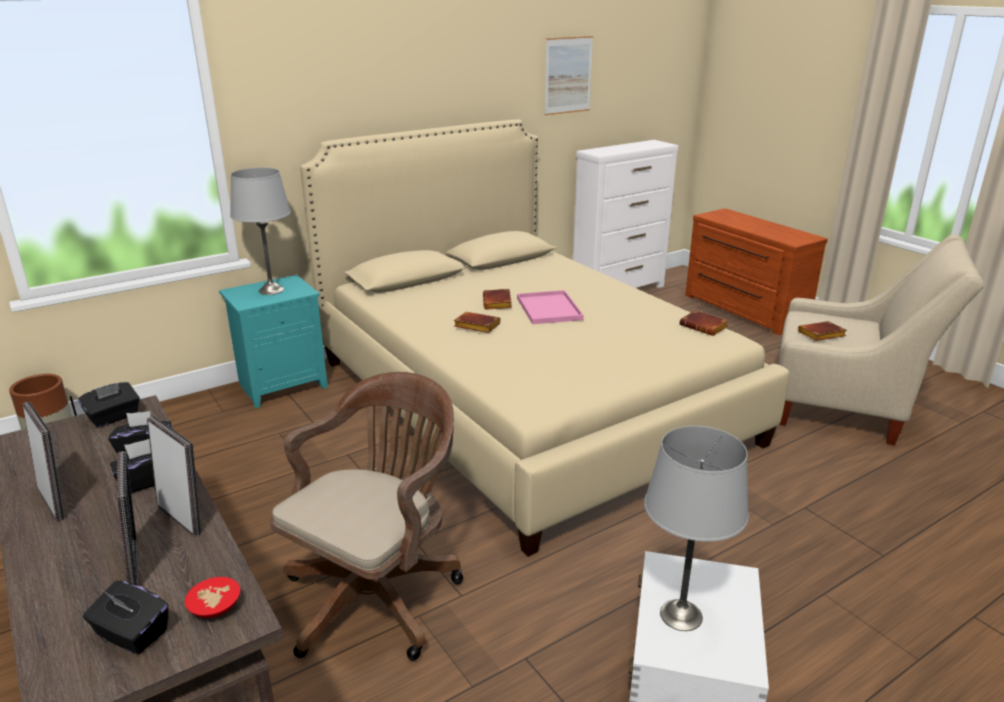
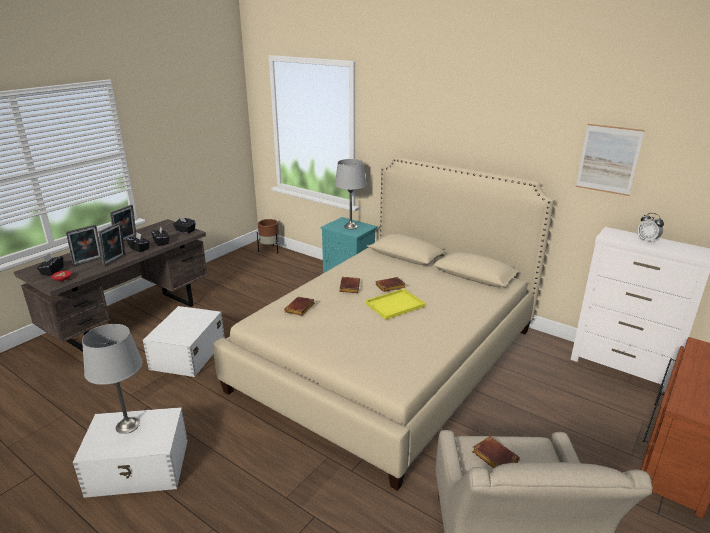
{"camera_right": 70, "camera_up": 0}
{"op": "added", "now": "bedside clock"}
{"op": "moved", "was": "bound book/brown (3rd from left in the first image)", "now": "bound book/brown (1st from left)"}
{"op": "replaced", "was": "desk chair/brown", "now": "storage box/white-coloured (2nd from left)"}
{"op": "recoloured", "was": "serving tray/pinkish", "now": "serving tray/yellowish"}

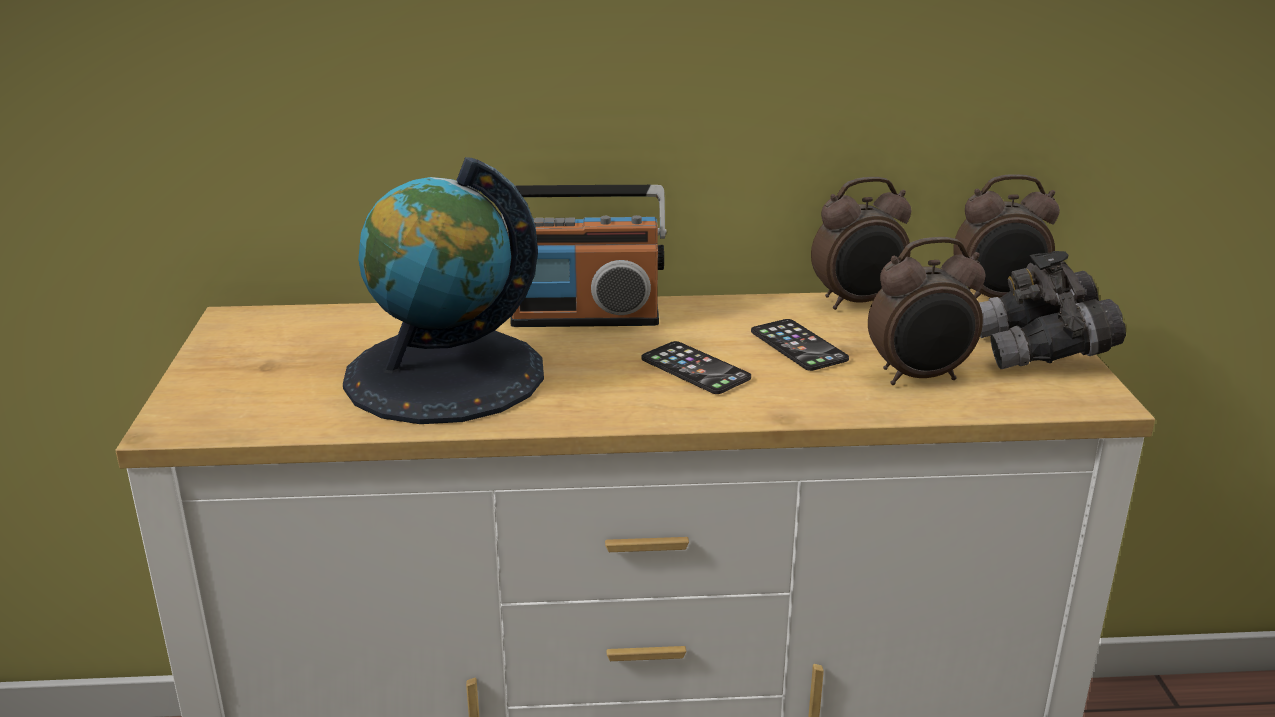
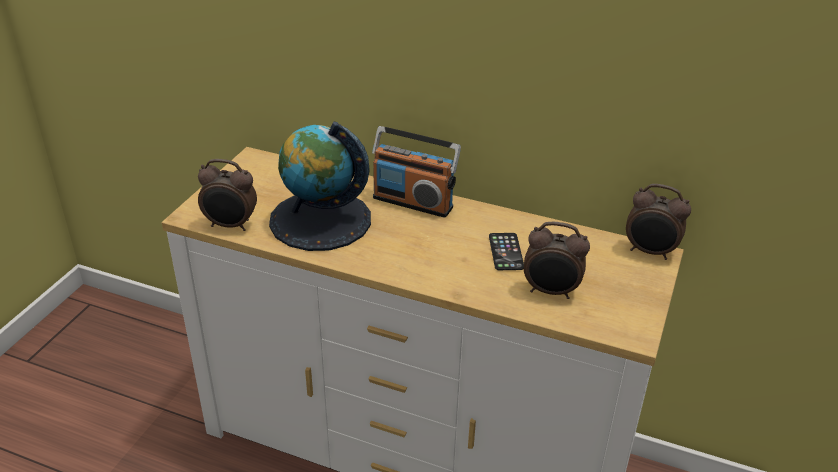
{"camera_right": 25, "camera_up": 10}
{"op": "removed", "was": "telephone (1st from left)"}
{"op": "removed", "was": "field glasses/greyish"}
{"op": "moved", "was": "bedside clock (1st from left)"}

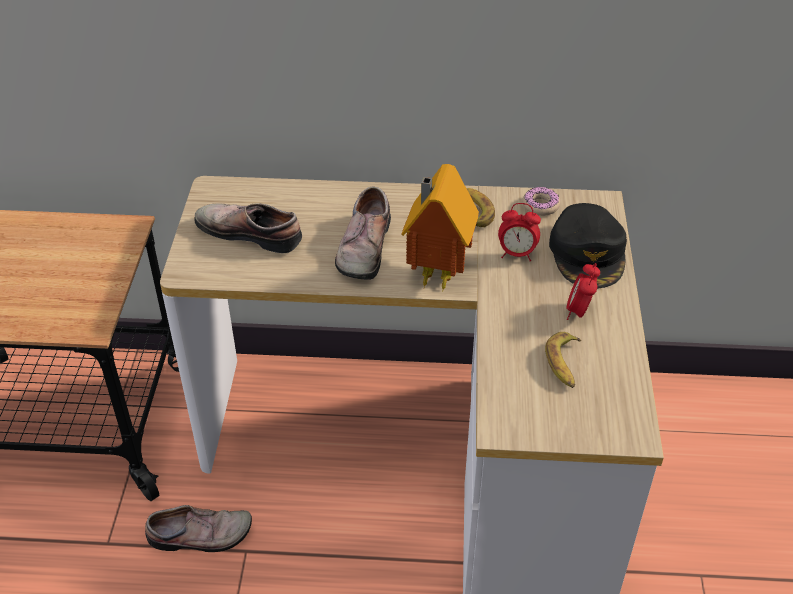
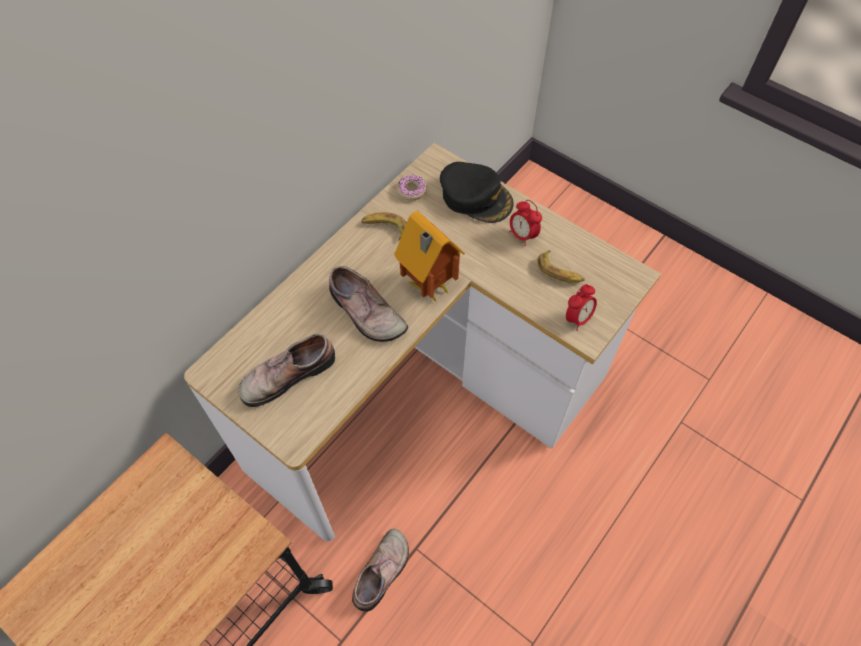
{"camera_right": -55, "camera_up": 15}
{"op": "moved", "was": "bedside clock (1st from left in the first image)", "now": "bedside clock (2nd from left)"}

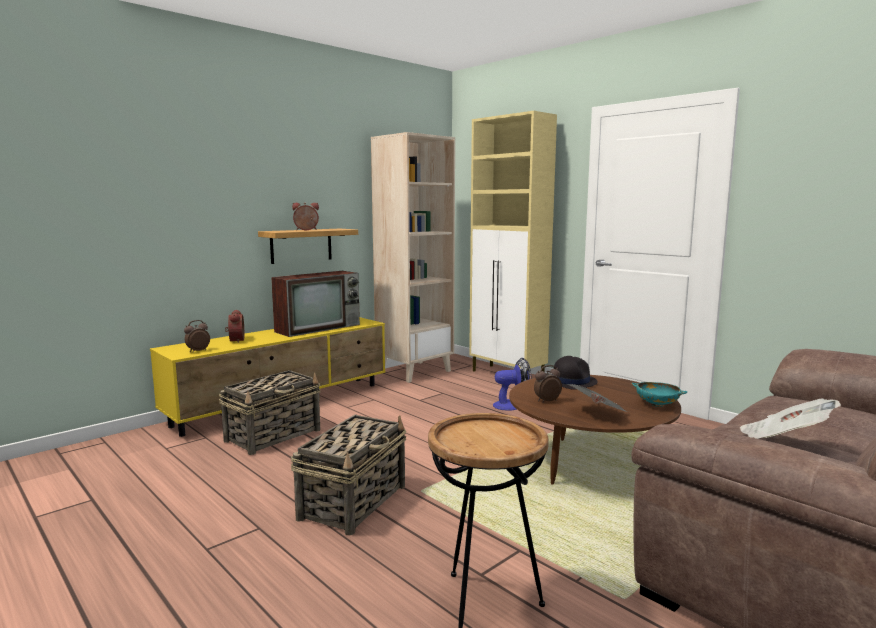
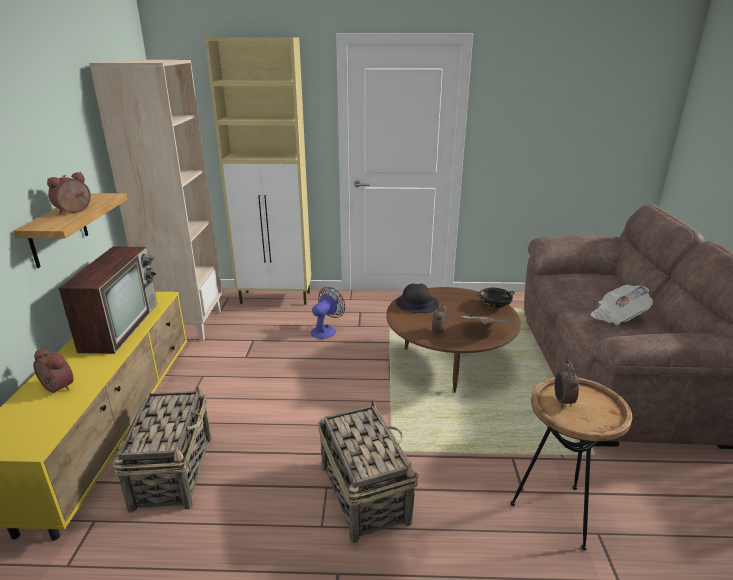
{"camera_right": -45, "camera_up": 15}
{"op": "moved", "was": "bedside clock (1st from left in the first image)", "now": "bedside clock (4th from left)"}
{"op": "recoloured", "was": "serving bowl/blue-green", "now": "serving bowl/blackish"}

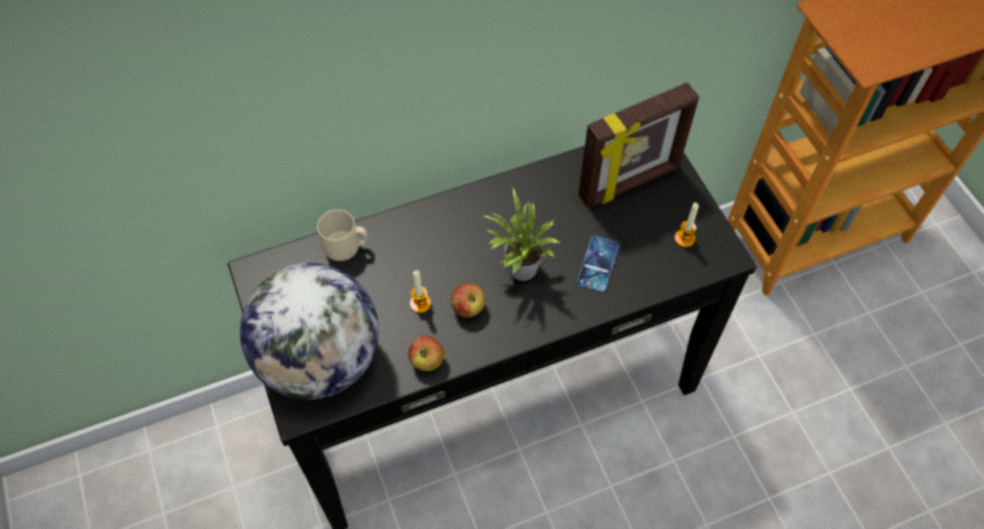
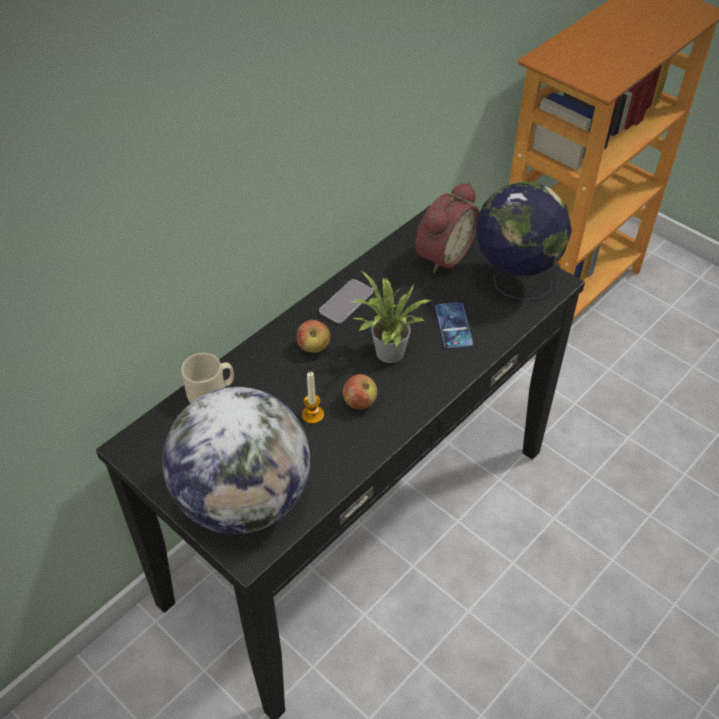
{"camera_right": -25, "camera_up": -10}
{"op": "added", "now": "telephone (1st from left)"}
{"op": "moved", "was": "apple (1st from left)"}
{"op": "replaced", "was": "photo frame", "now": "bedside clock"}
{"op": "replaced", "was": "wax candle (2nd from left)", "now": "world globe (2nd from left)"}

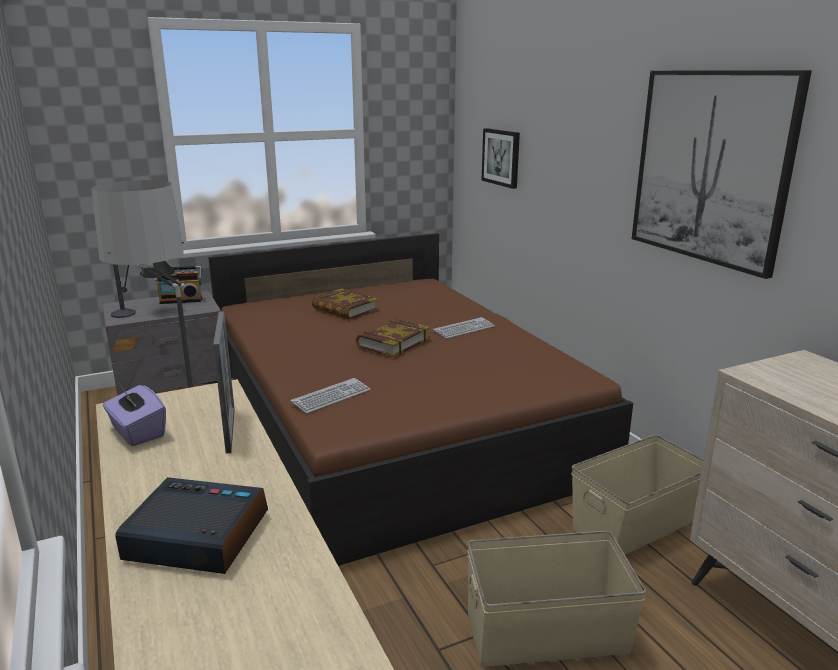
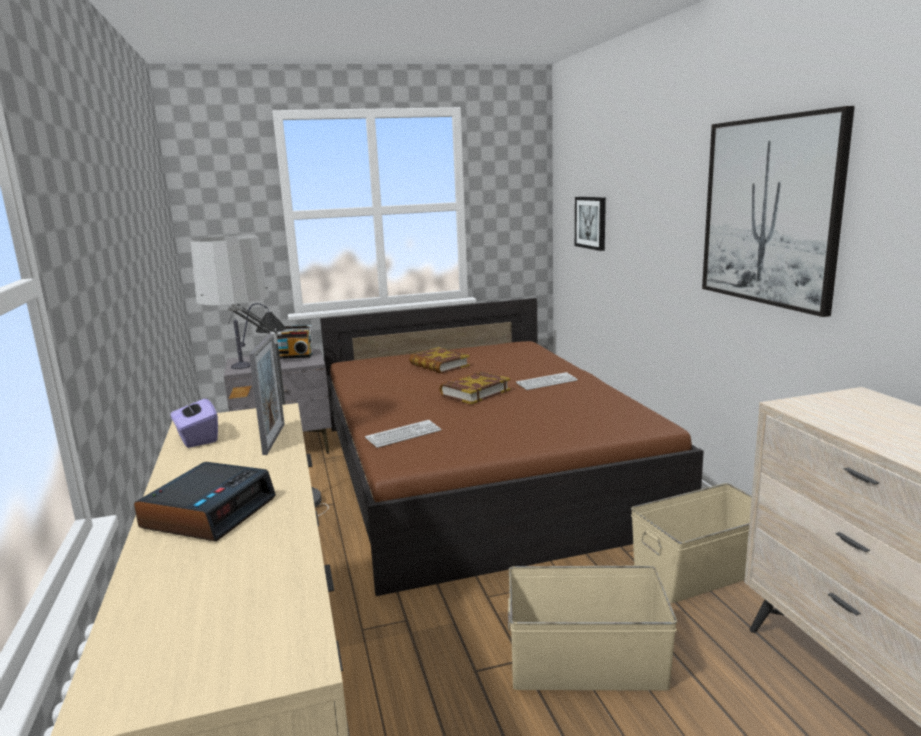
{"camera_right": 10, "camera_up": -5}
{"op": "turned", "was": "bedside clock", "clockwise": 90}

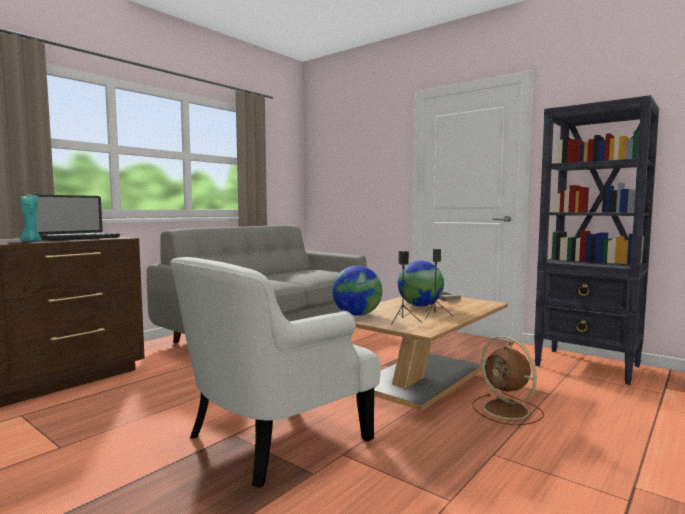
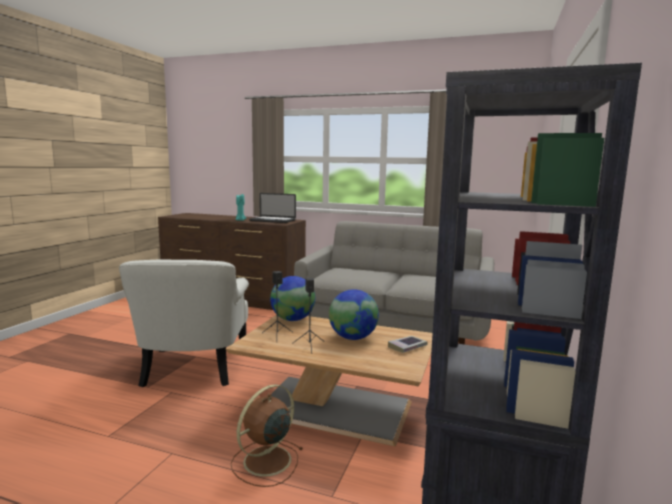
{"camera_right": 70, "camera_up": 5}
{"op": "turned", "was": "easy chair/white-coloured", "clockwise": -120}

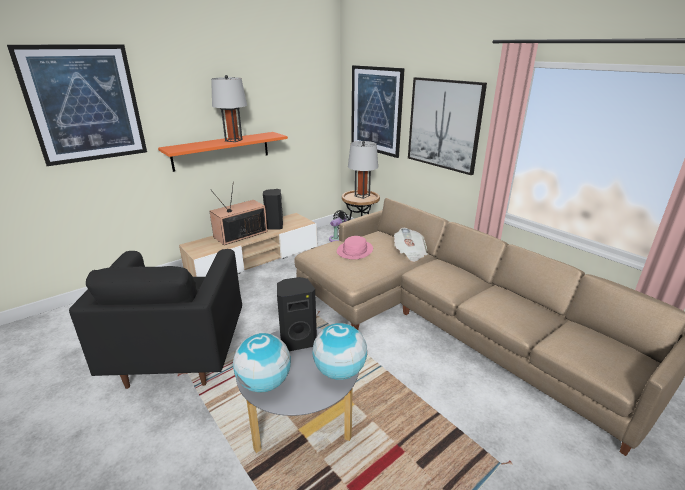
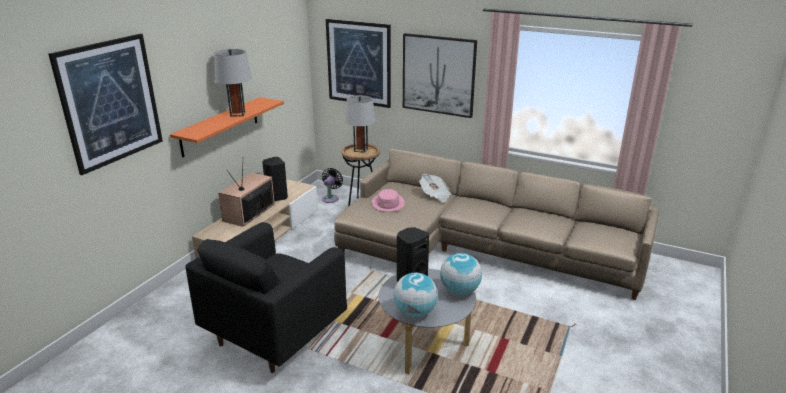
{"camera_right": -25, "camera_up": 0}
{"op": "turned", "was": "easy chair/blackish", "clockwise": 60}

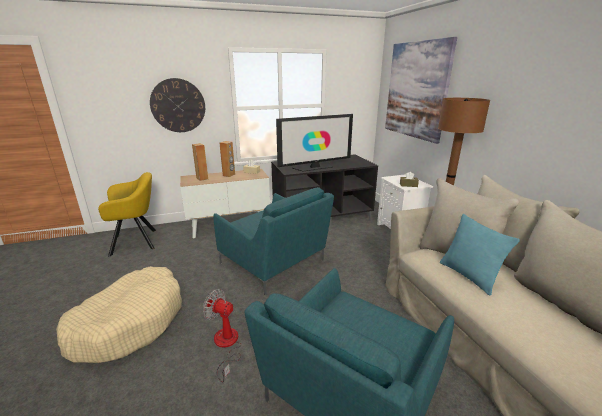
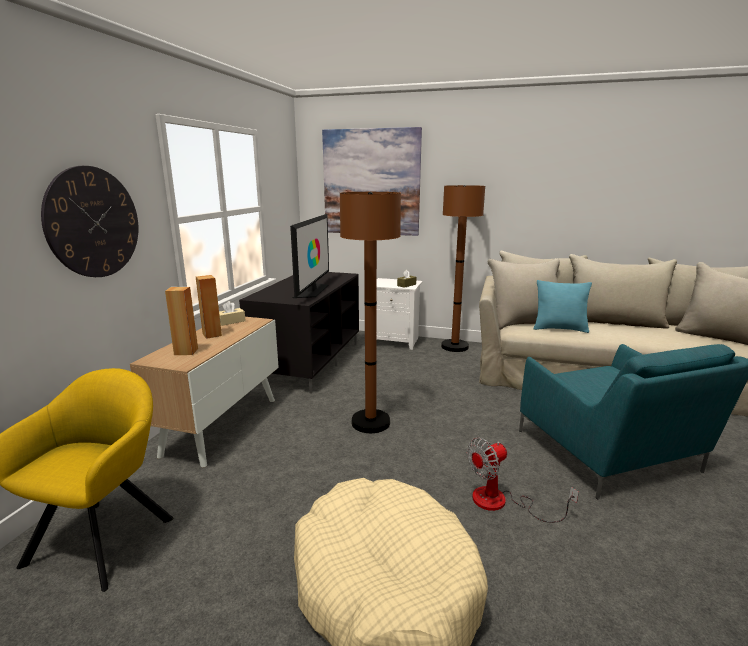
{"camera_right": -55, "camera_up": -5}
{"op": "replaced", "was": "easy chair/blue-green (1st from left)", "now": "floor lamp/brown (1st from left)"}

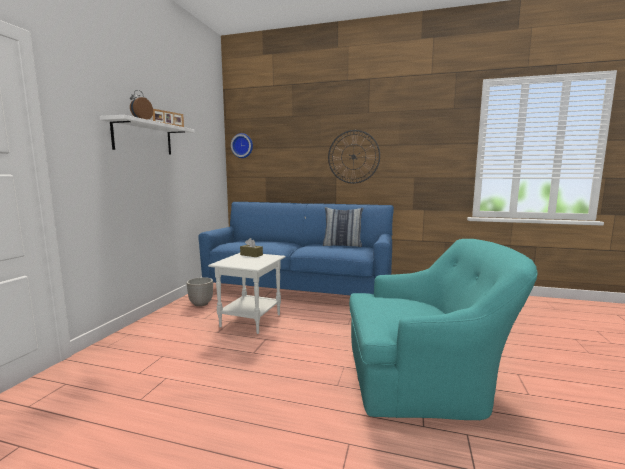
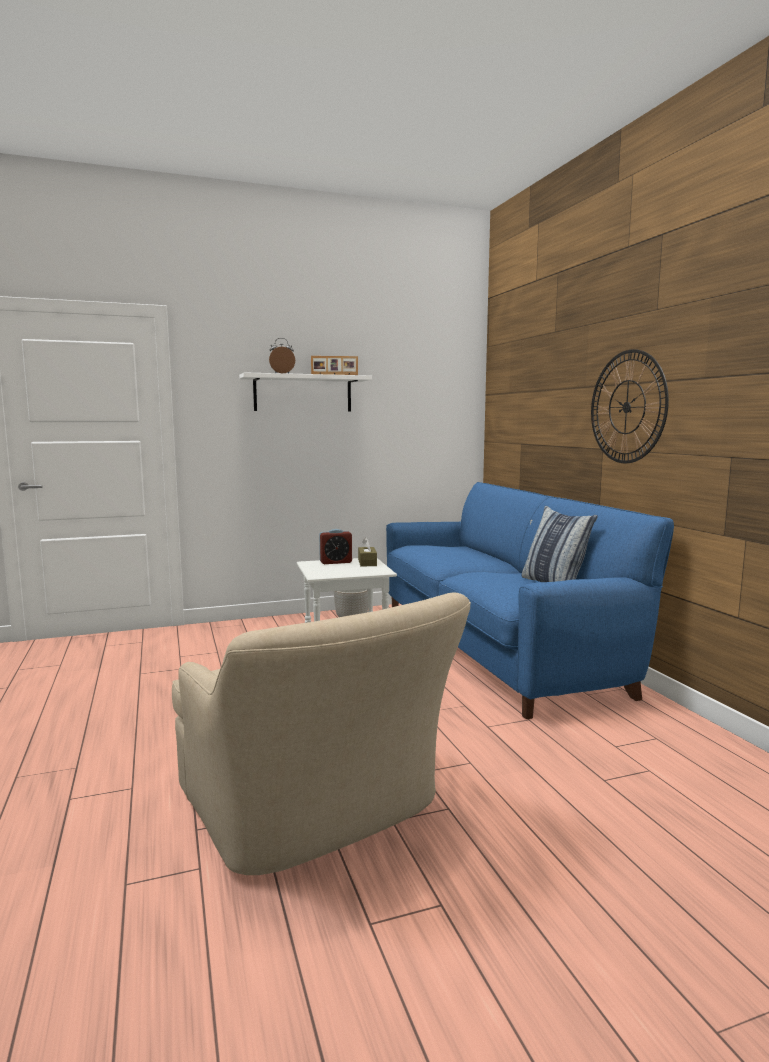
{"camera_right": 55, "camera_up": 0}
{"op": "removed", "was": "wall clock (1st from left)"}
{"op": "added", "now": "bedside clock (2nd from left)"}
{"op": "recoloured", "was": "easy chair/blue-green", "now": "easy chair/sand-coloured"}

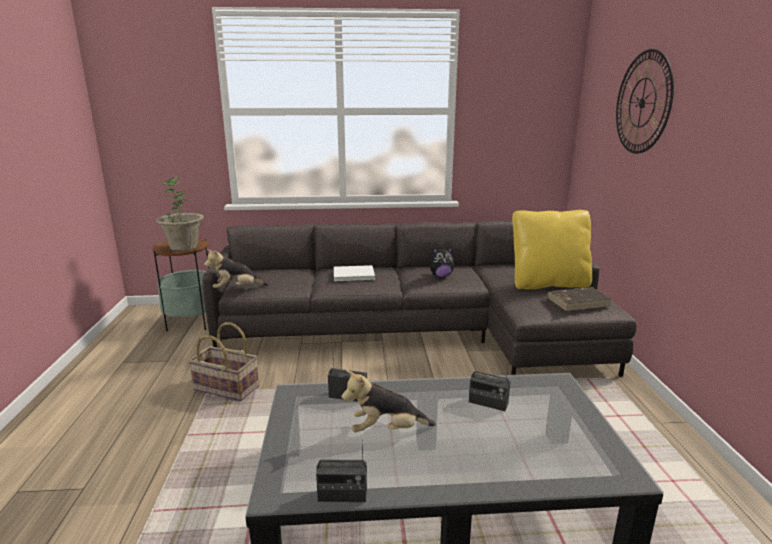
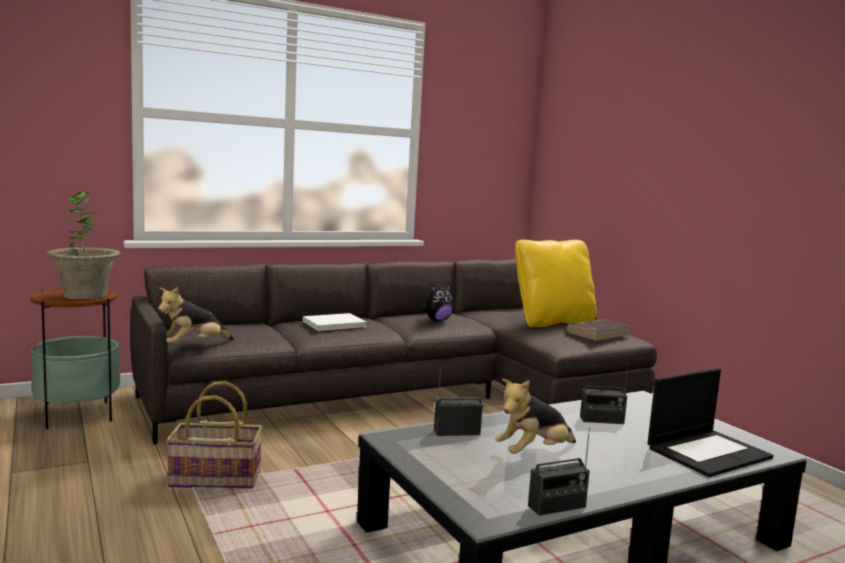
{"camera_right": -25, "camera_up": -10}
{"op": "removed", "was": "wall clock"}
{"op": "added", "now": "notebook computer"}

